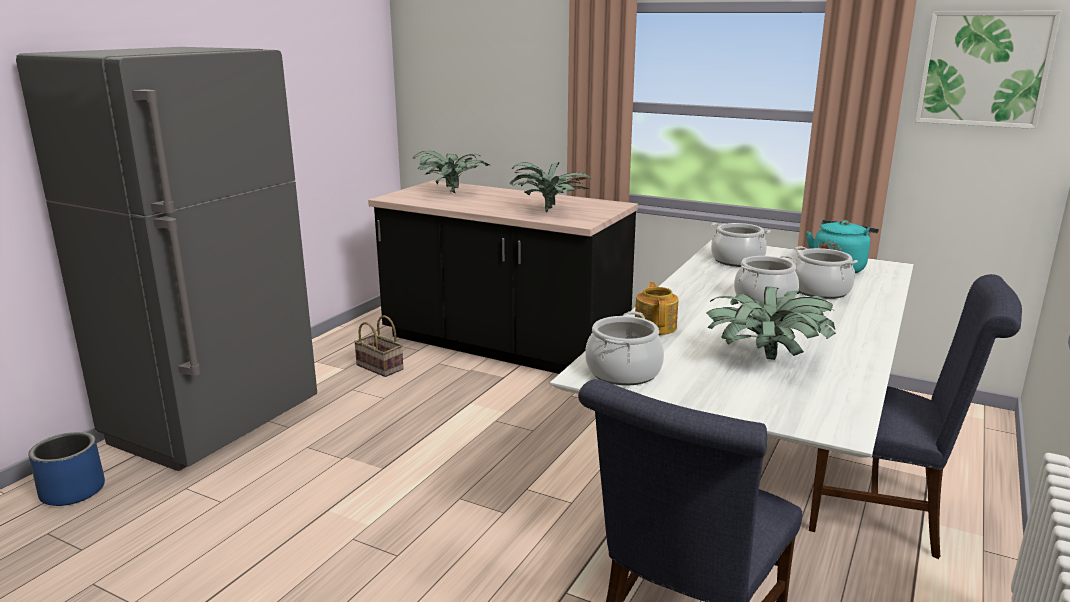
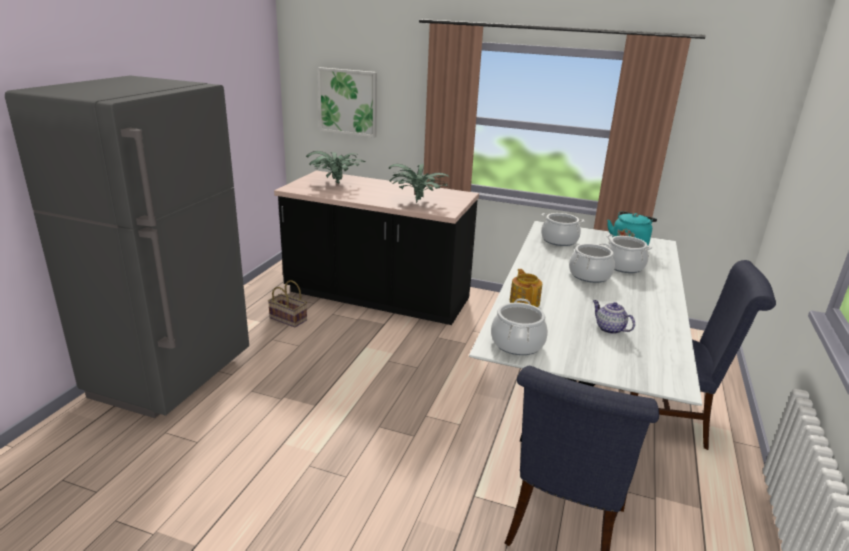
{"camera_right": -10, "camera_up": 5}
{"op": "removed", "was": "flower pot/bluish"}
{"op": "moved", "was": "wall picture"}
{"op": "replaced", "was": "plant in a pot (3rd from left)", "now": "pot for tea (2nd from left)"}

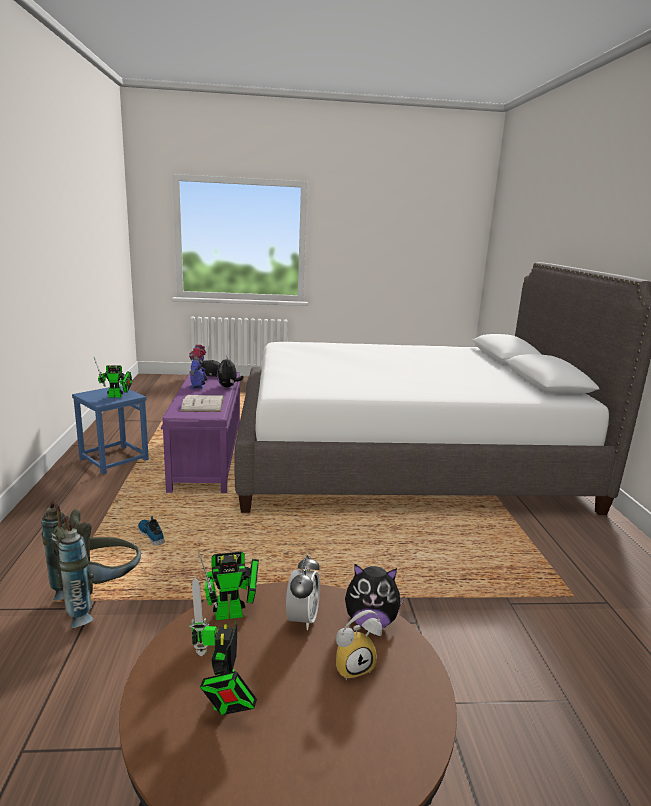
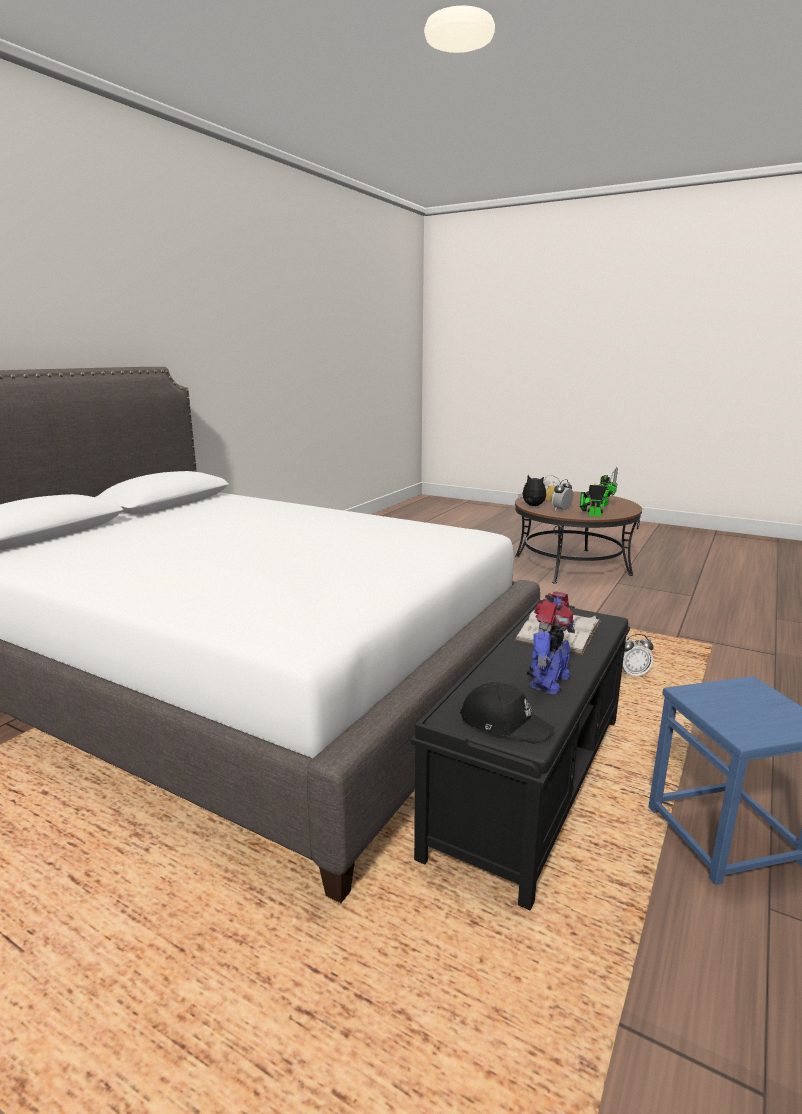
{"camera_right": -145, "camera_up": 0}
{"op": "removed", "was": "rucksack/greyish"}
{"op": "removed", "was": "model robot (1st from left)"}
{"op": "removed", "was": "soft toy (1st from left)"}
{"op": "replaced", "was": "item of footwear", "now": "bedside clock (3rd from left)"}
{"op": "recoloured", "was": "long seat/purple", "now": "long seat/blackish"}

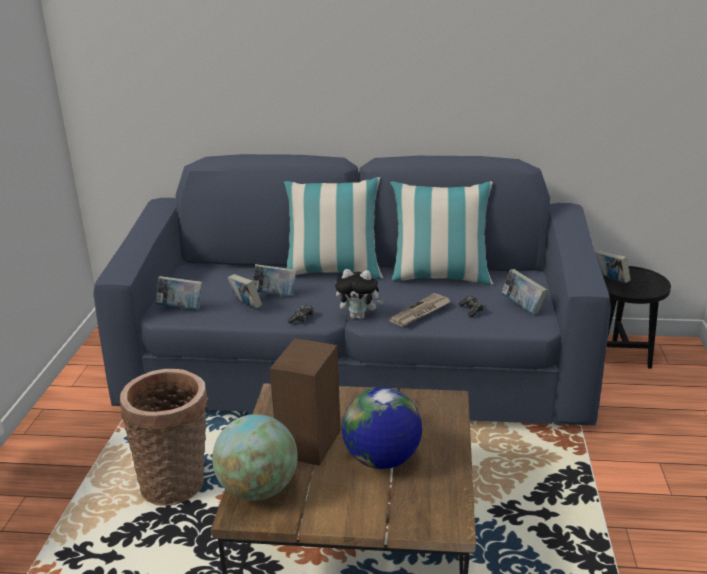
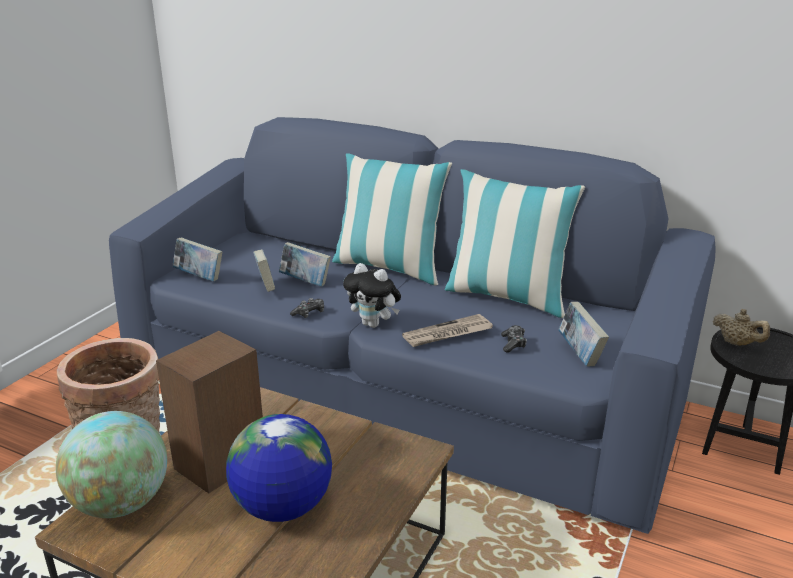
{"camera_right": 20, "camera_up": 0}
{"op": "replaced", "was": "bound book (5th from left)", "now": "pot for tea/sand-coloured"}

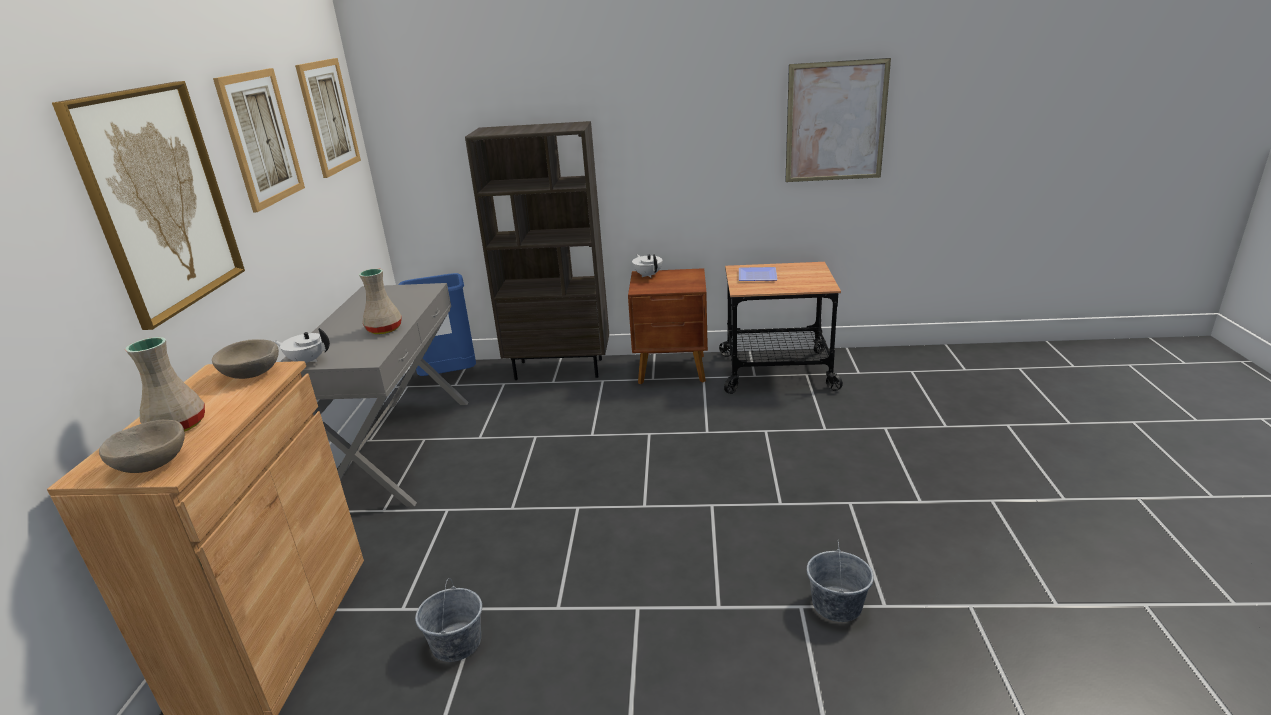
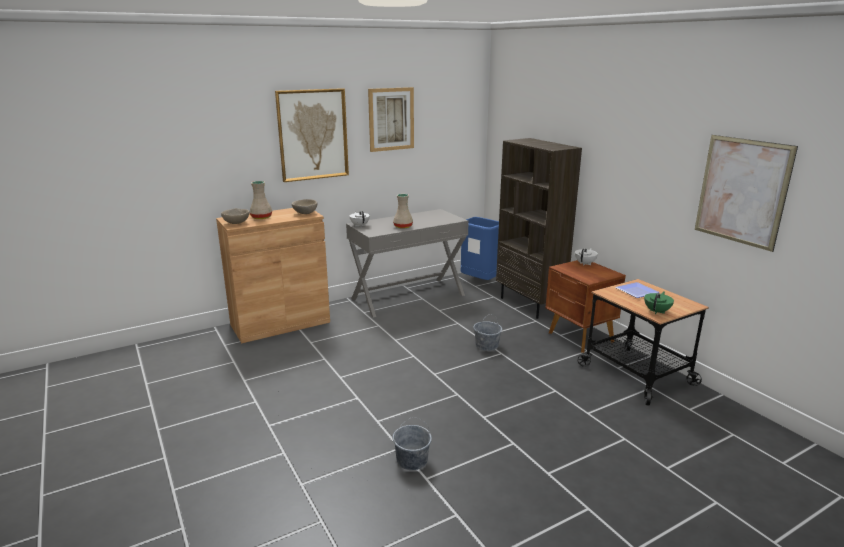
{"camera_right": 55, "camera_up": -5}
{"op": "removed", "was": "wall picture (3rd from left)"}
{"op": "added", "now": "pot for tea/greenish"}
{"op": "moved", "was": "bucket/greyish (1st from left in the first image)", "now": "bucket/greyish (2nd from left)"}

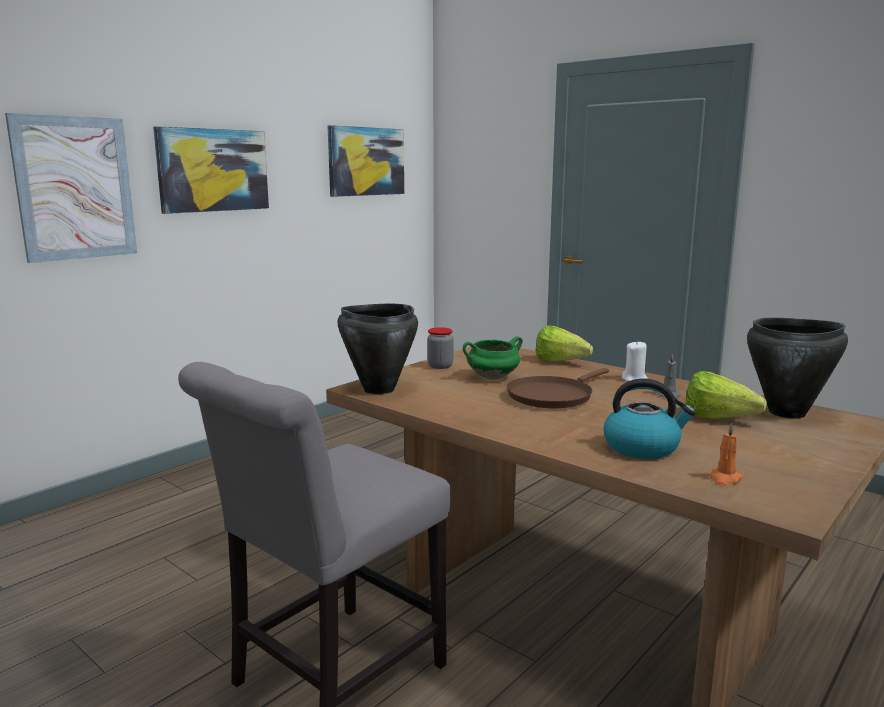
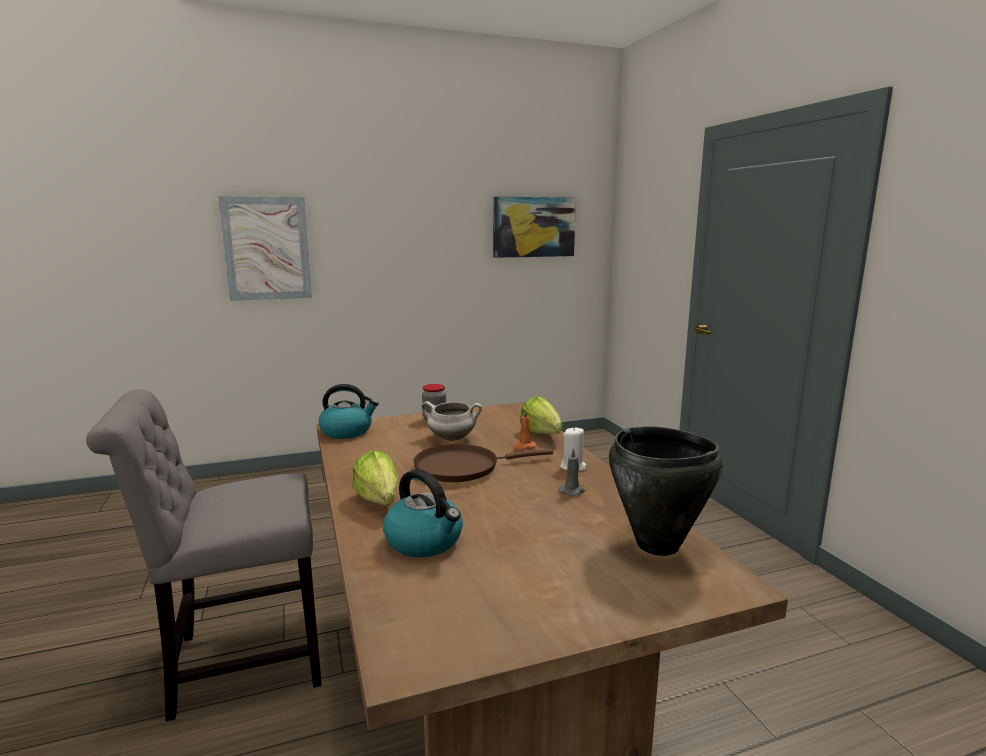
{"camera_right": 30, "camera_up": 0}
{"op": "removed", "was": "wall picture (2nd from left)"}
{"op": "moved", "was": "head of lettuce (2nd from left in the first image)", "now": "head of lettuce (1st from left)"}
{"op": "moved", "was": "wax candle/orange"}
{"op": "replaced", "was": "saucepot/blackish (1st from left)", "now": "kettle (1st from left)"}
{"op": "recoloured", "was": "saucepot/greenish", "now": "saucepot/white-coloured"}

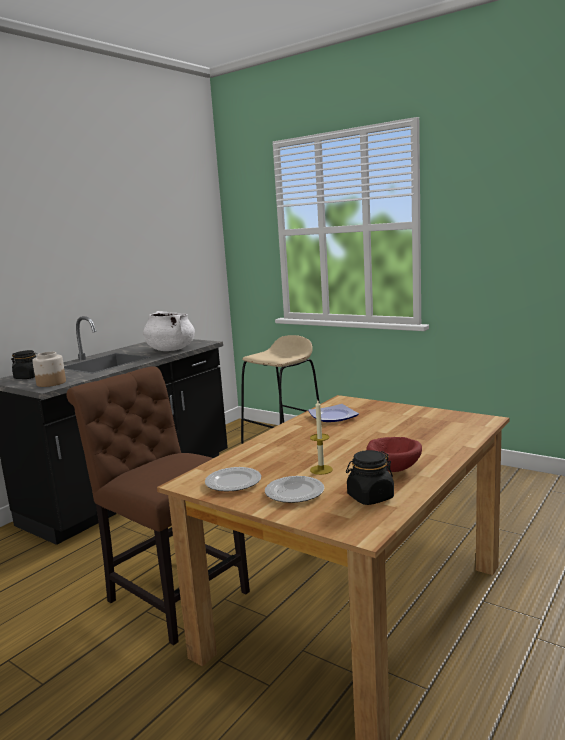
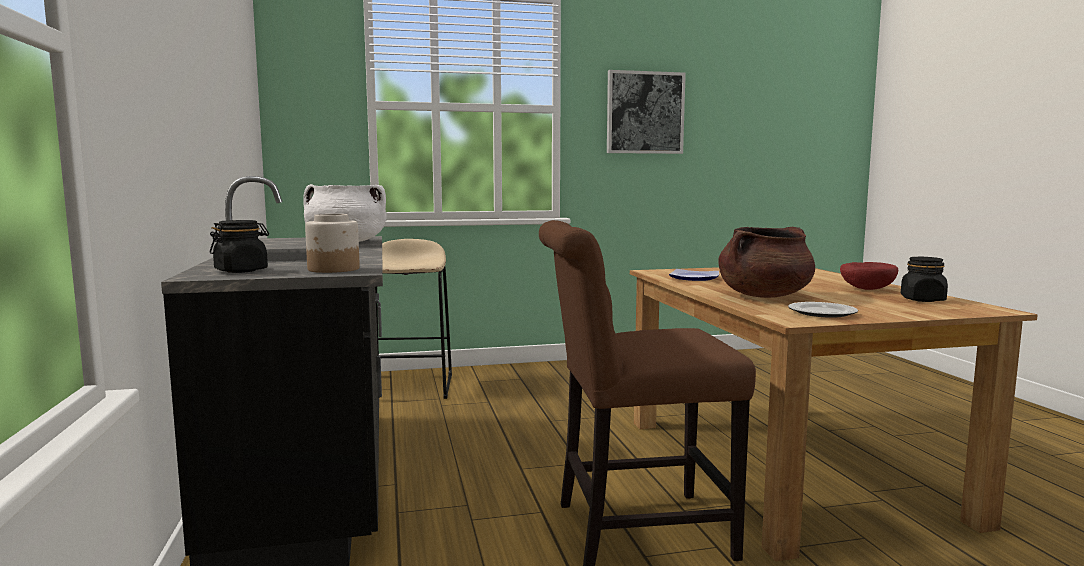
{"camera_right": -50, "camera_up": -5}
{"op": "removed", "was": "plate (2nd from left)"}
{"op": "removed", "was": "wax candle"}
{"op": "added", "now": "wall picture"}
{"op": "added", "now": "saucepot/brown"}

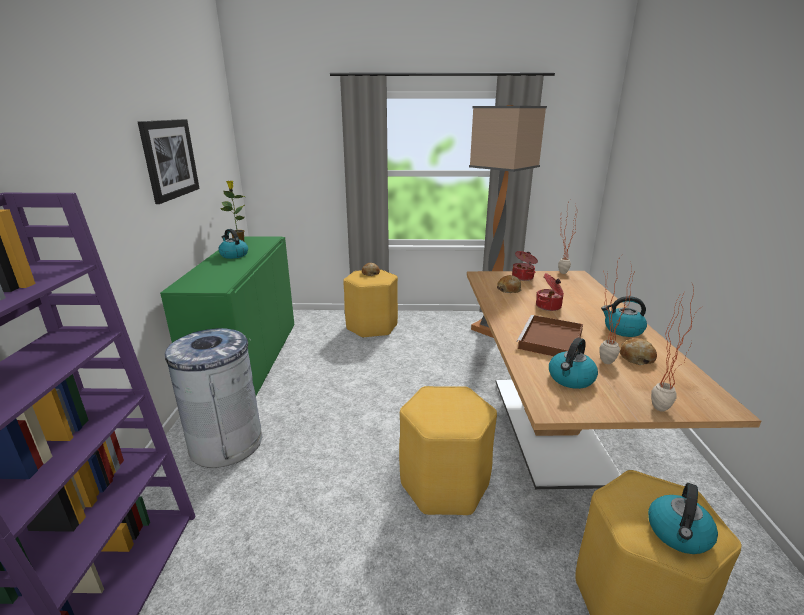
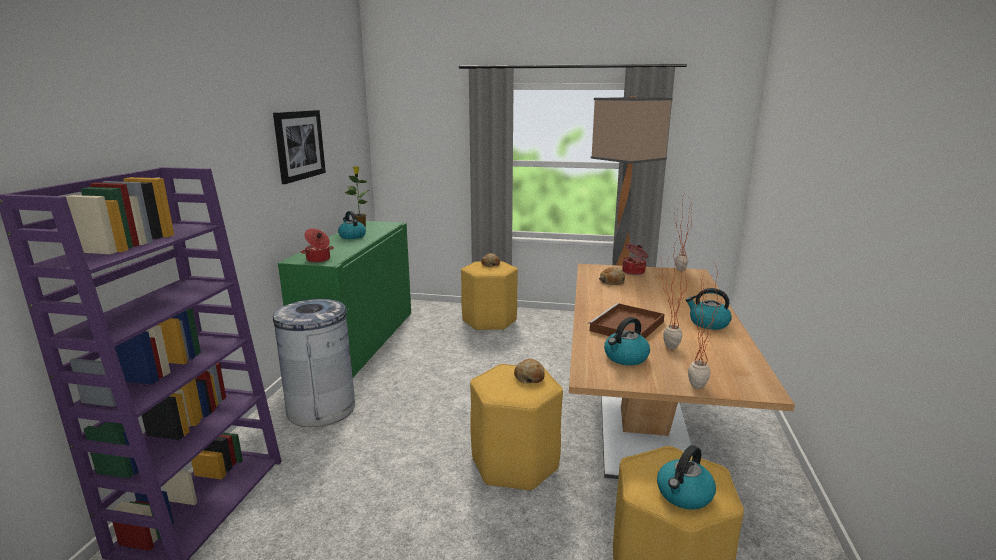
{"camera_right": 10, "camera_up": -5}
{"op": "moved", "was": "saucepot (2nd from left in the first image)", "now": "saucepot (1st from left)"}
{"op": "moved", "was": "bread (3rd from left in the first image)", "now": "bread (2nd from left)"}

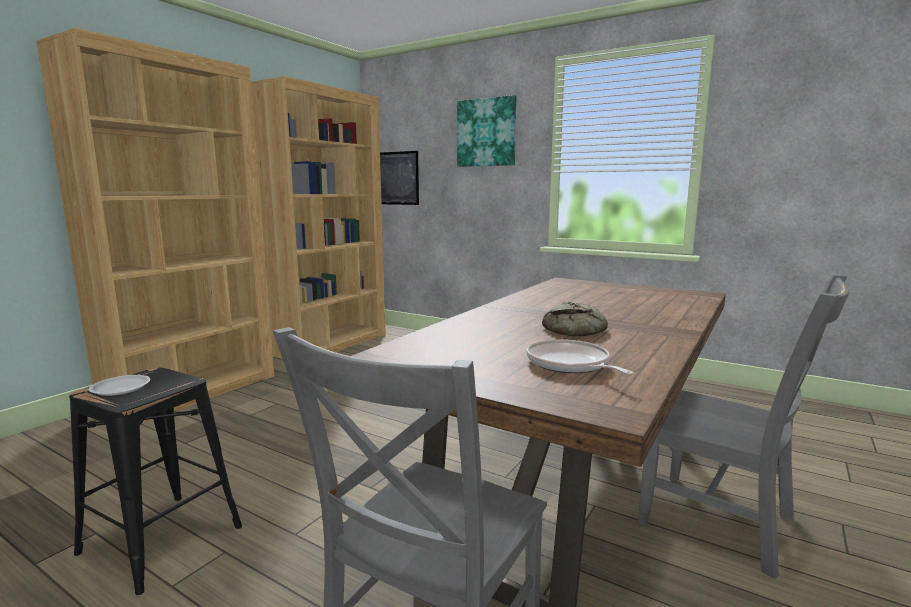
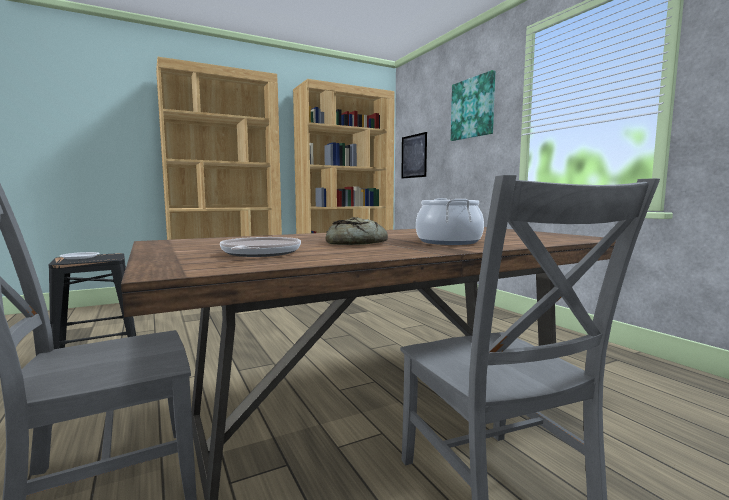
{"camera_right": 30, "camera_up": -5}
{"op": "added", "now": "saucepot"}

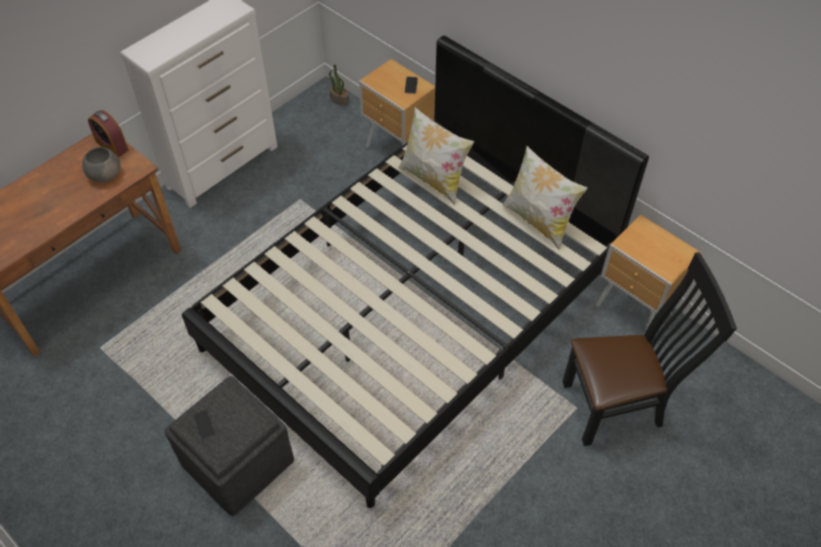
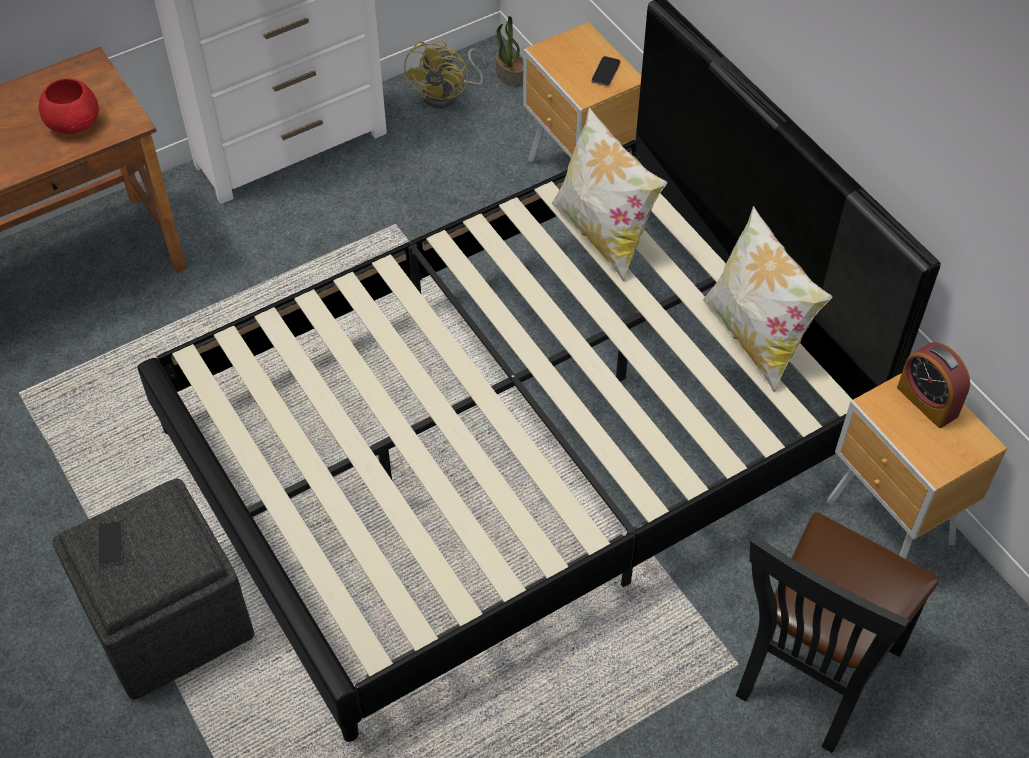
{"camera_right": 15, "camera_up": 0}
{"op": "added", "now": "fan/yellowish"}
{"op": "moved", "was": "bedside clock"}
{"op": "recoloured", "was": "serving bowl/greyish", "now": "serving bowl/reddish"}
{"op": "turned", "was": "upright chair/blackish", "clockwise": 120}

